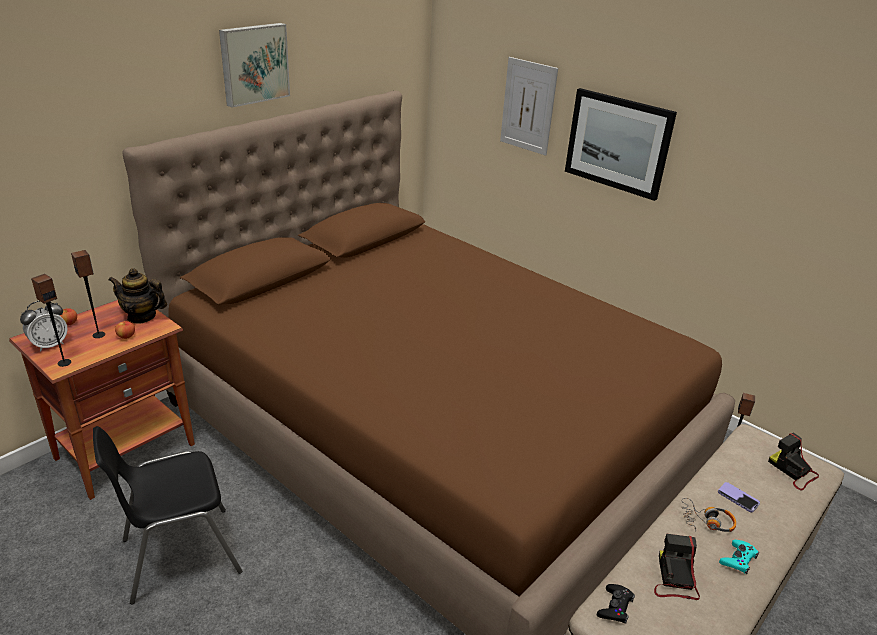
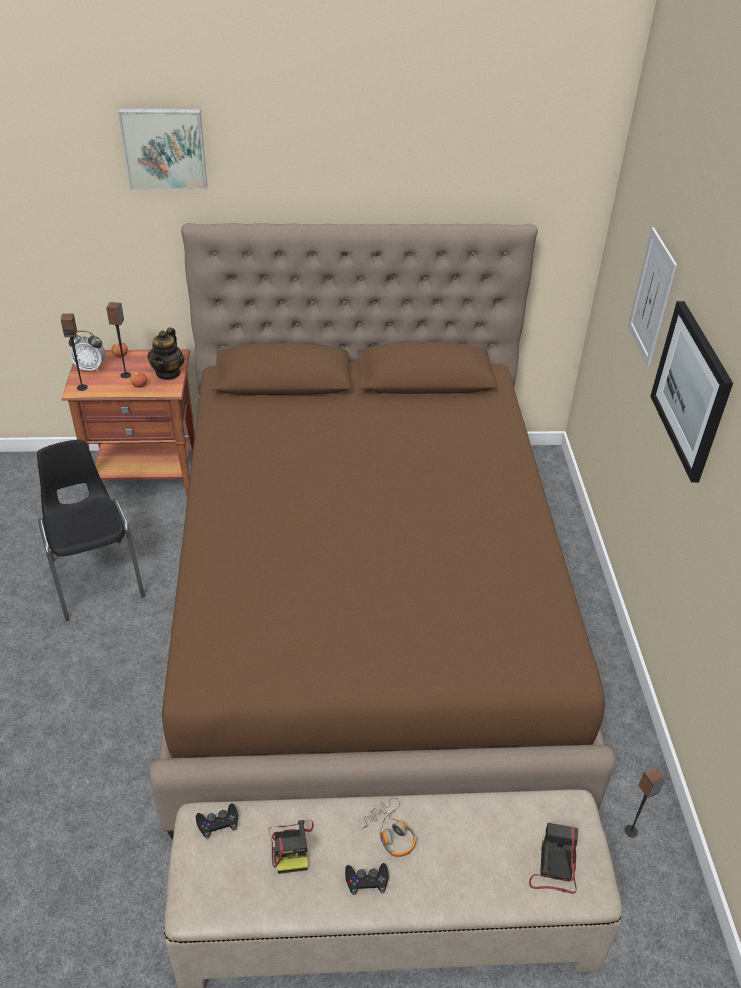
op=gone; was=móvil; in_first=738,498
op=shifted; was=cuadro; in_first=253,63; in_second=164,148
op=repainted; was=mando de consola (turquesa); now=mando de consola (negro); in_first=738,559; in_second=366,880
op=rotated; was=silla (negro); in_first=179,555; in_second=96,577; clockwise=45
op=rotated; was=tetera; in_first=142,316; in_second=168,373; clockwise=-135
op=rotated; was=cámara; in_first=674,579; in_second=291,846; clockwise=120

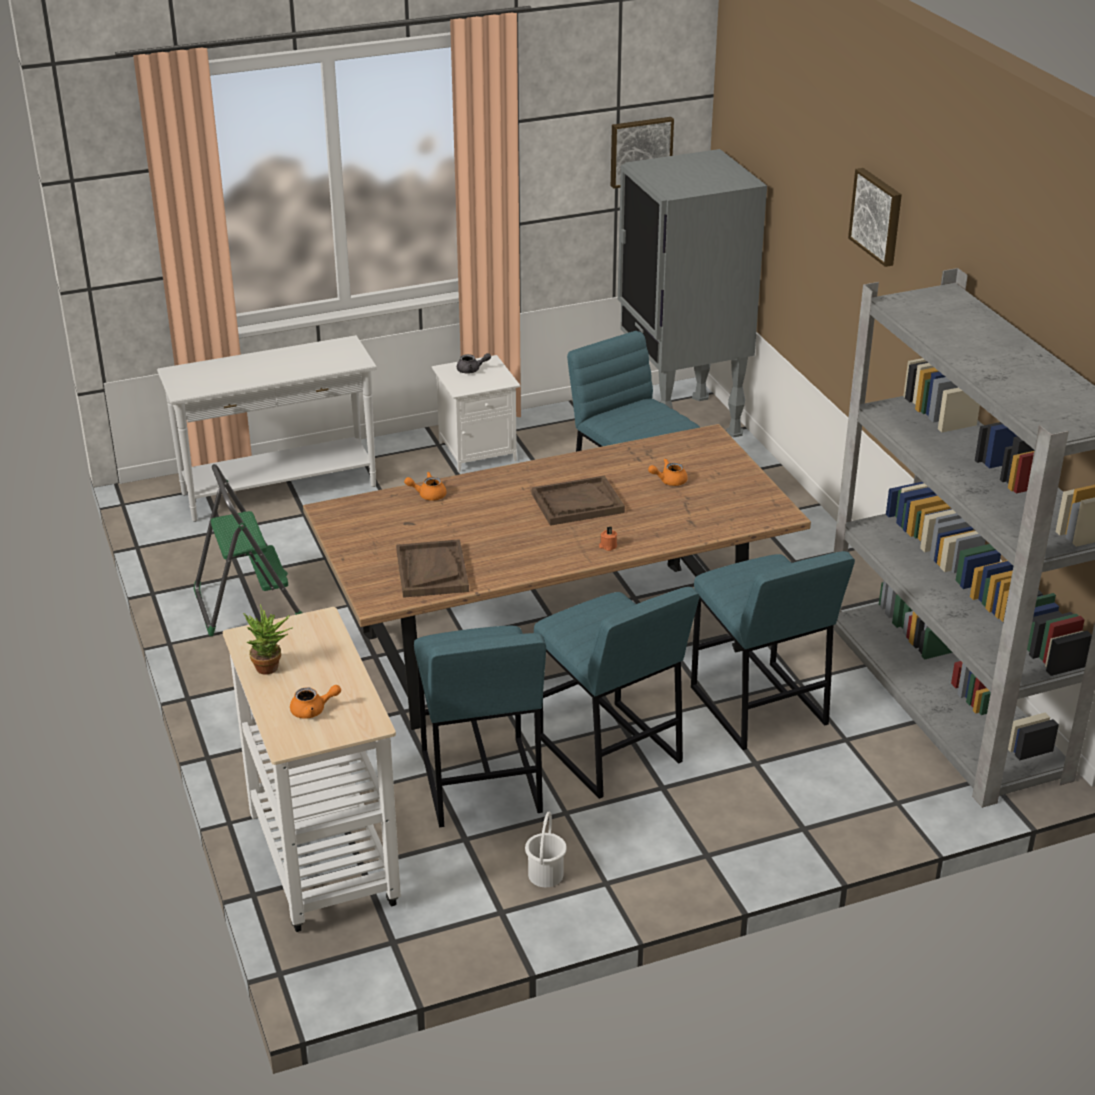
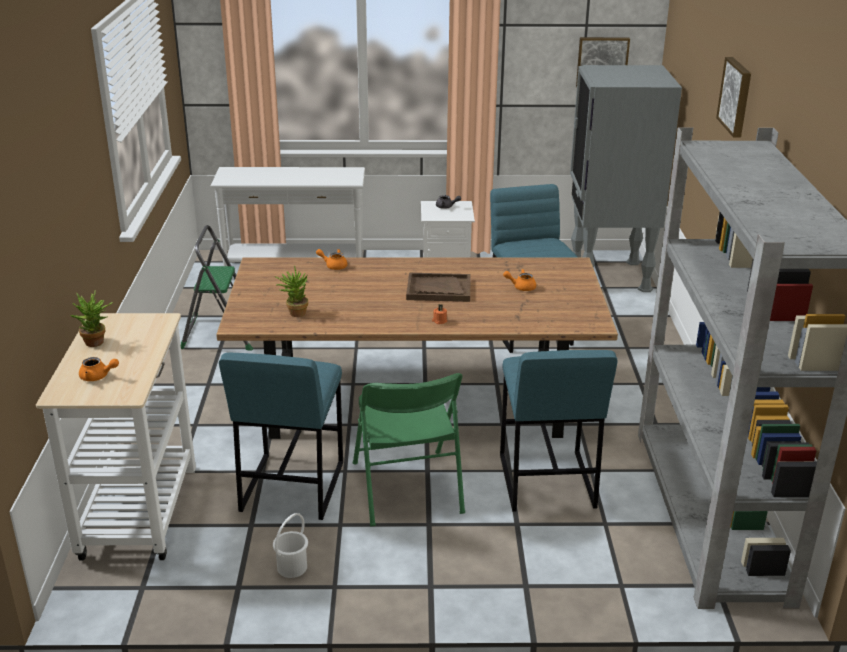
op=swapped; was=bandeja (marrón); now=planta en maceta; in_first=431,571; in_second=294,313
op=swapped; was=taburete (azul); now=silla (verde); in_first=611,751; in_second=406,487

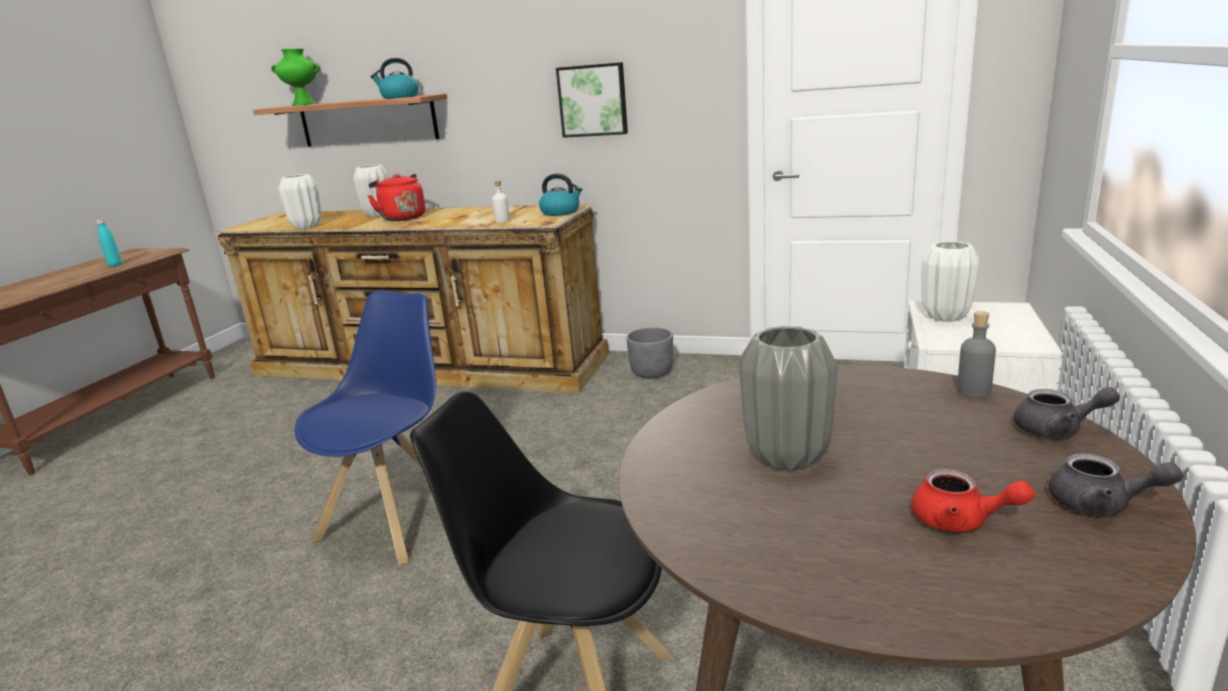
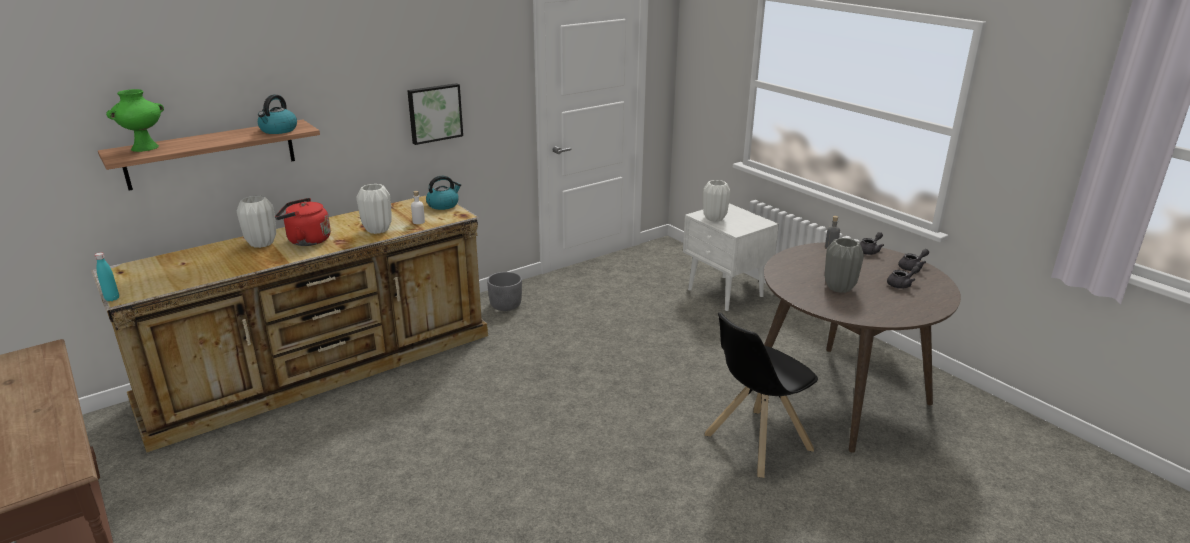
op=gone; was=silla (azul); in_first=397,518
op=shifted; was=botella (turquesa); in_first=115,265; in_second=112,299
op=shifted; was=florero (blanco); in_first=307,226; in_second=377,230
op=repainted; was=tetera (rojo); now=tetera (gris); in_first=960,521; in_second=902,284

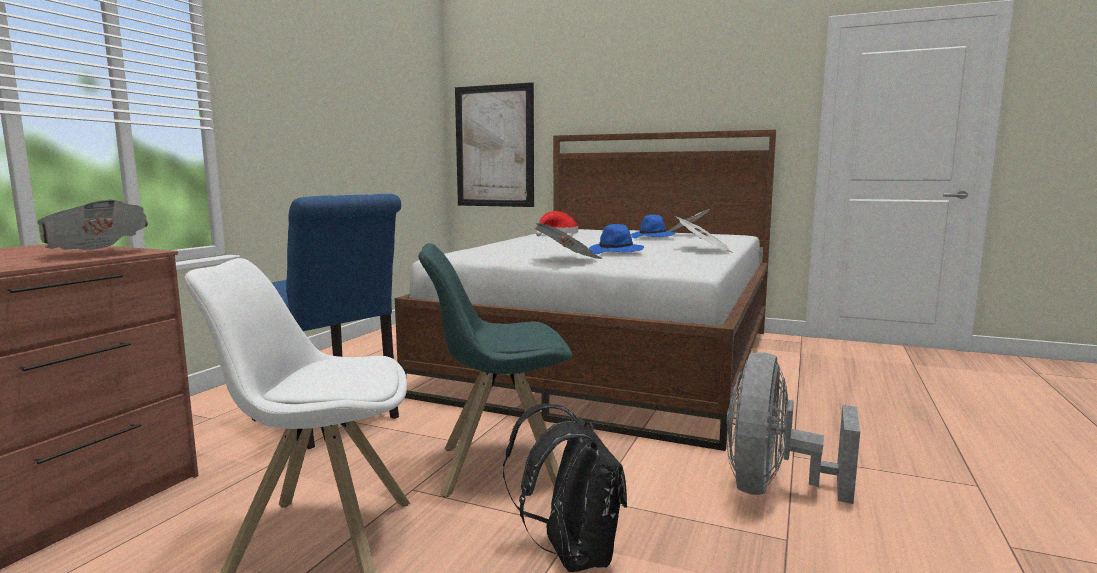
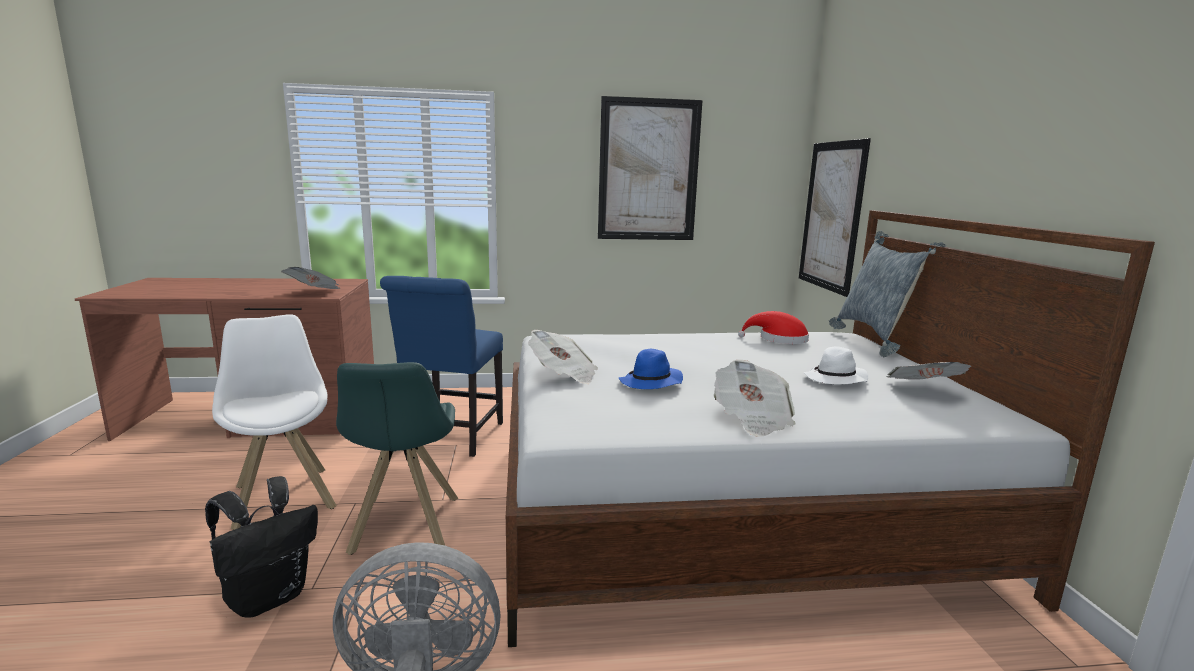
op=new; now=cuadro; in_second=648,170
op=new; now=cojín; in_second=875,344
op=repainted; was=sombrero (azul); now=sombrero (blanco); in_first=653,237; in_second=835,379
op=rotated; was=silla (turquesa); in_first=499,467; in_second=404,524; clockwise=-150

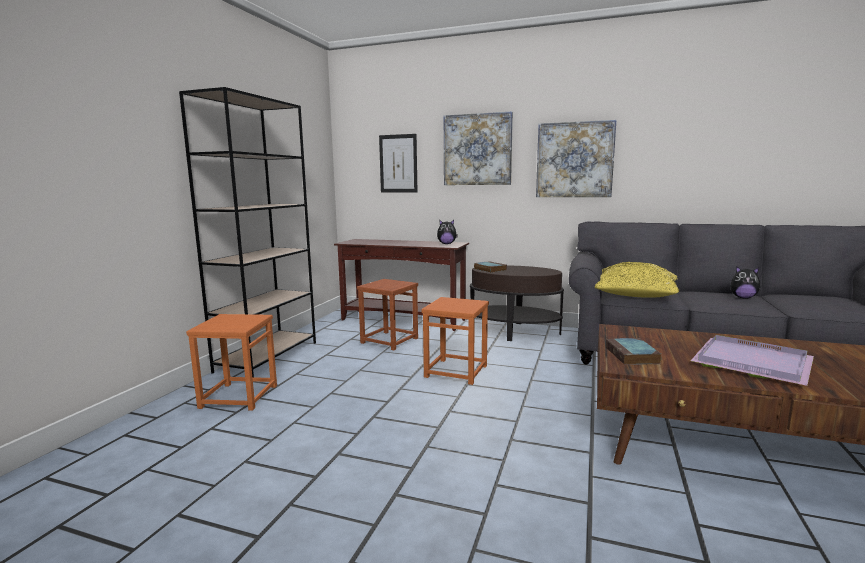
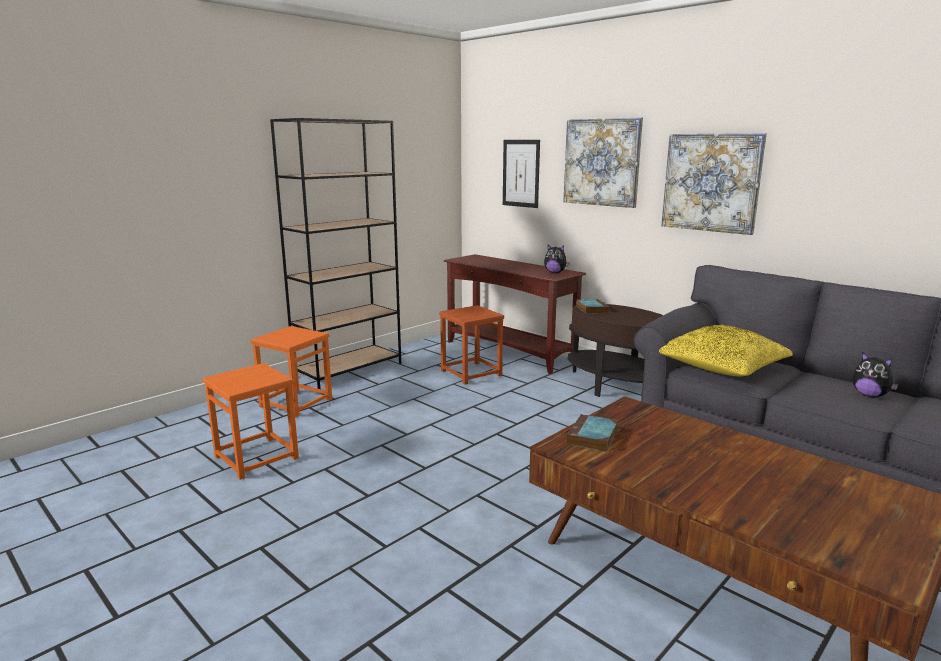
op=gone; was=bandeja (morado); in_first=749,362
op=shifted; was=taburete (naranja); in_first=456,371; in_second=257,457

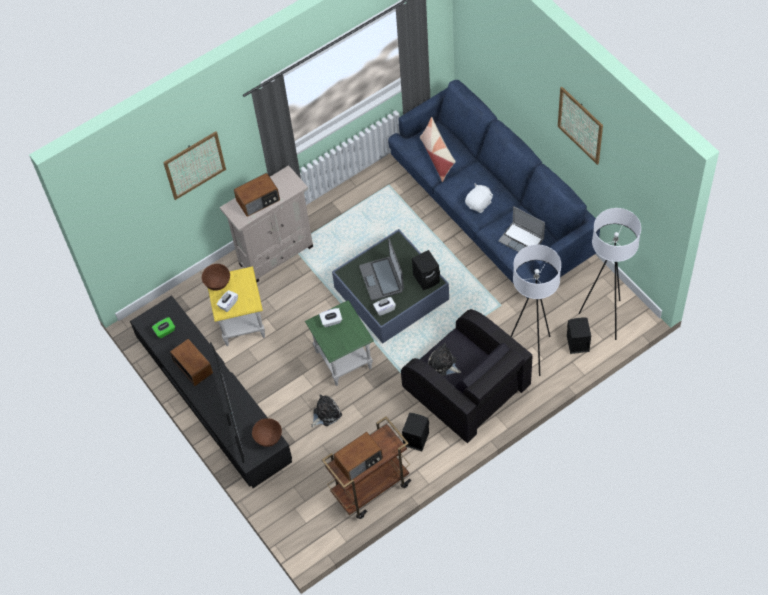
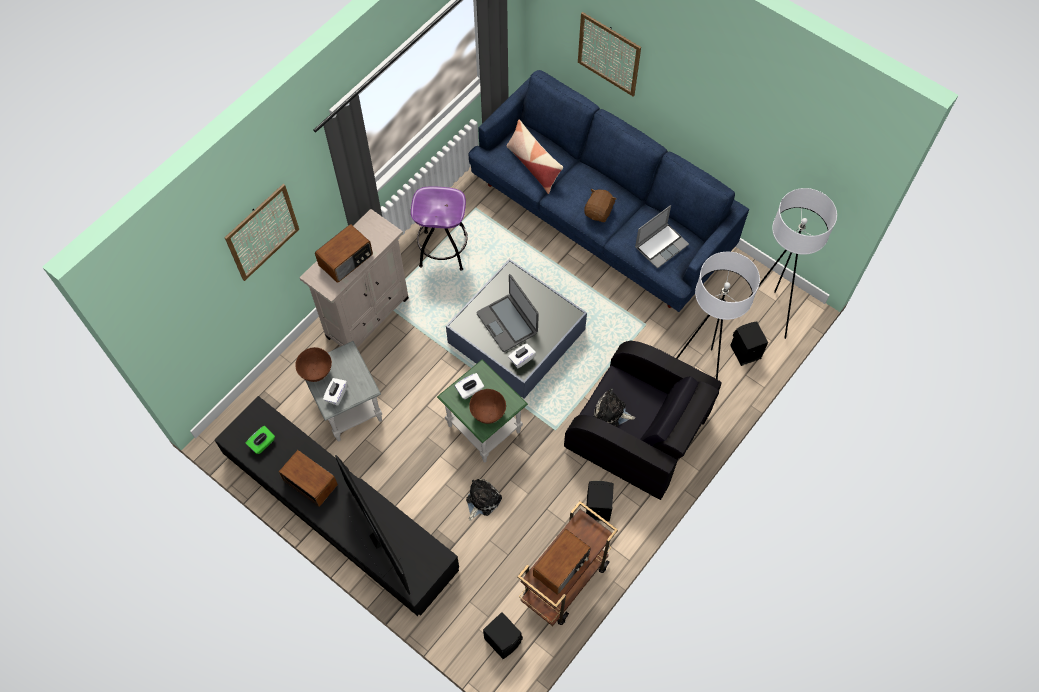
op=new; now=taburete (morado); in_second=444,250
op=shifted; was=cuenco (marrón); in_first=269,439; in_second=488,413
op=shifted; was=altavoz (negro); in_first=427,278; in_second=504,640
op=shifted; was=cuadro; in_first=580,124; in_second=609,53
op=repainted; was=mesa auxiliar (amarillo); now=mesa auxiliar (gris); in_first=241,323; in_second=348,408
op=repainted; was=peluche (blanco); now=peluche (marrón); in_first=479,204; in_second=599,212
op=rotated; was=portátil; in_first=522,240; in_second=661,245; clockwise=-60

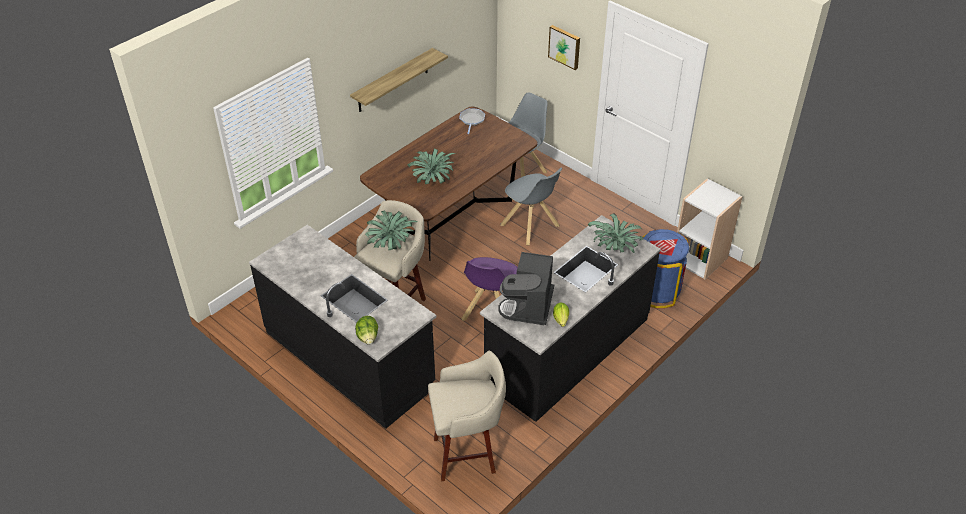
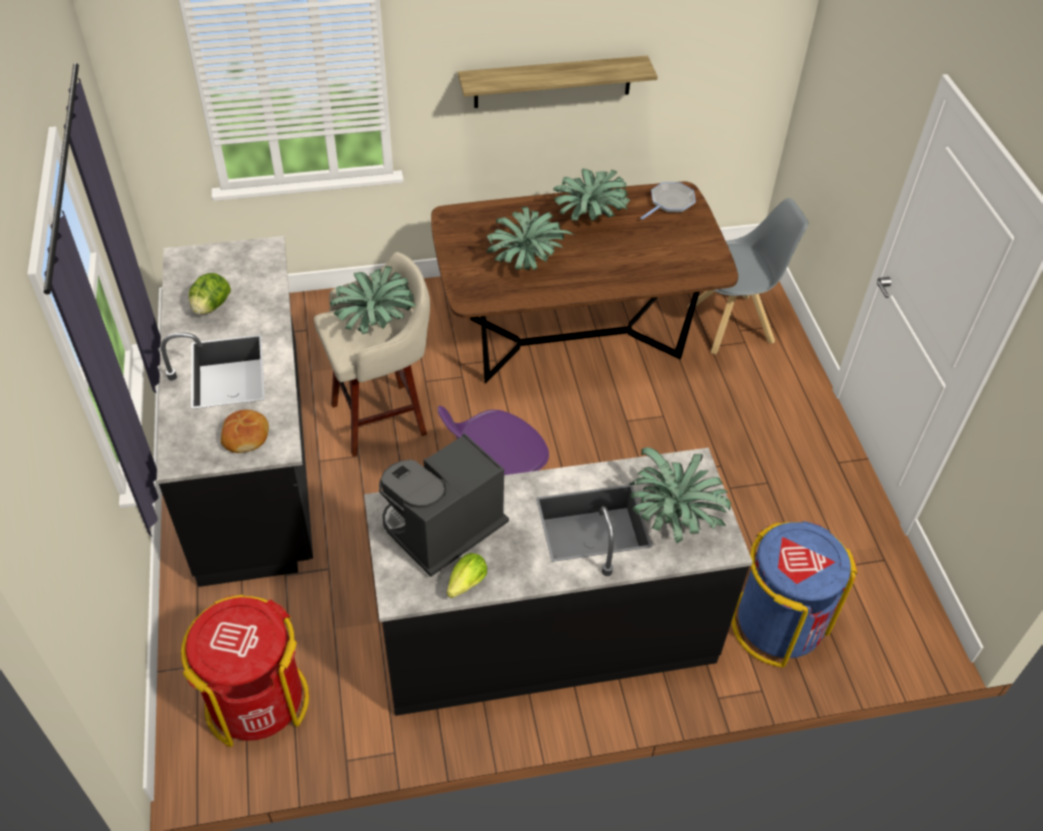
op=gone; was=silla (gris); in_first=531,226
op=gone; was=cuadro; in_first=565,46
op=gone; was=estantería; in_first=700,259
op=new; now=pan; in_second=246,436
op=new; now=planta en maceta; in_second=589,217
op=shifted; was=lechuga; in_first=368,337; in_second=211,307
op=swapped; was=taburete (beis); now=papelera (rojo); in_first=467,455; in_second=257,700

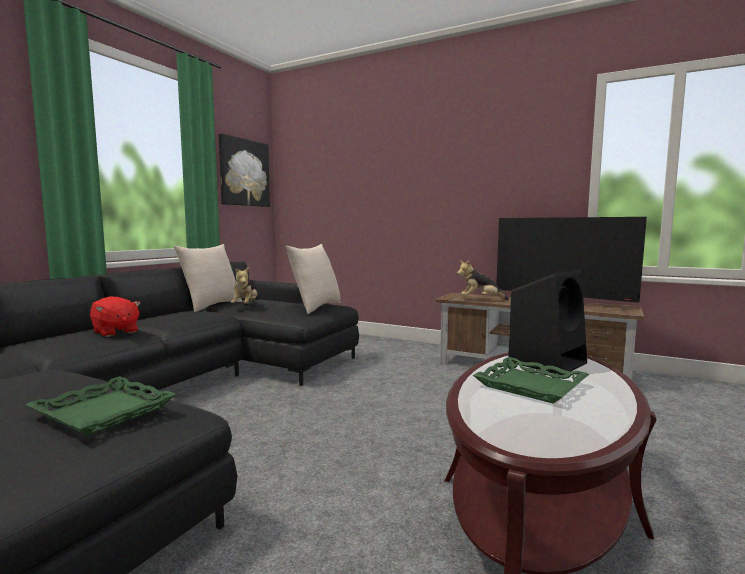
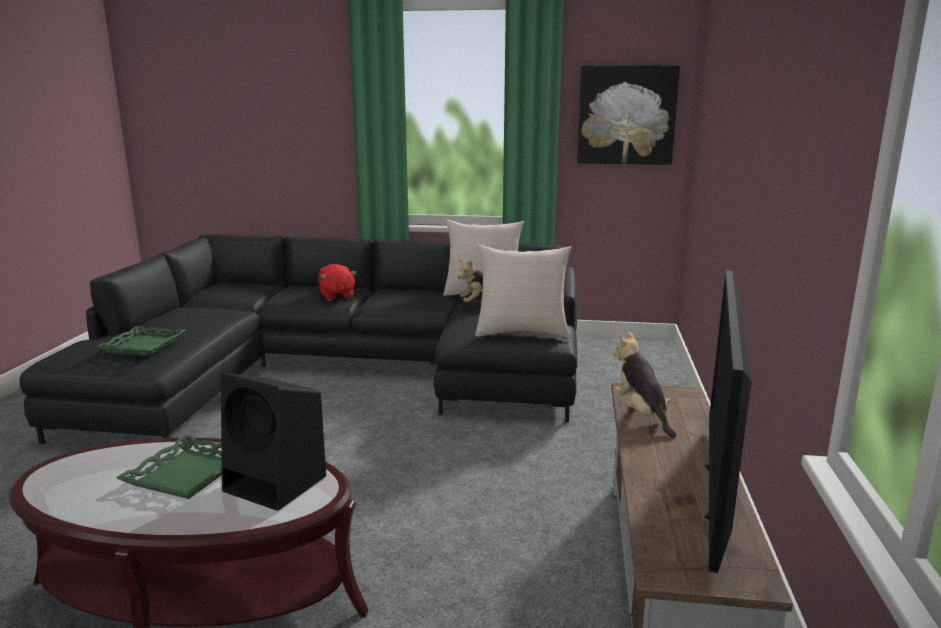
op=rotated; was=peluche (rojo); in_first=115,332; in_second=336,296; clockwise=-45

